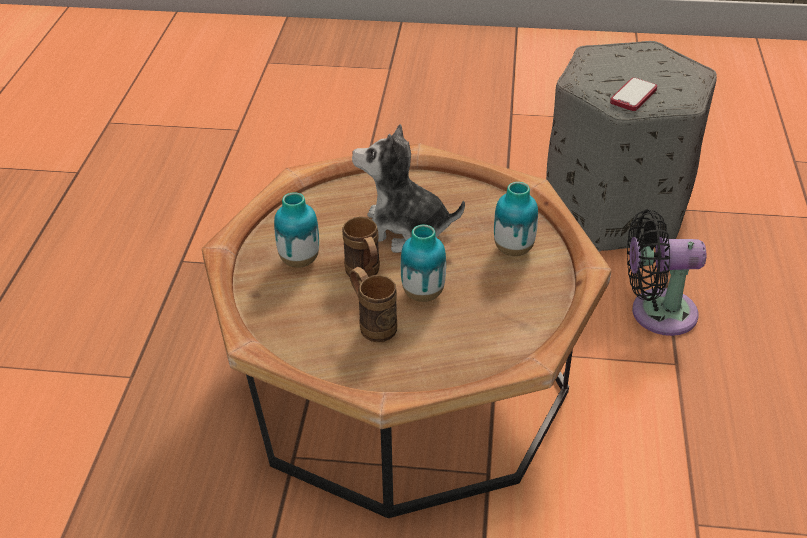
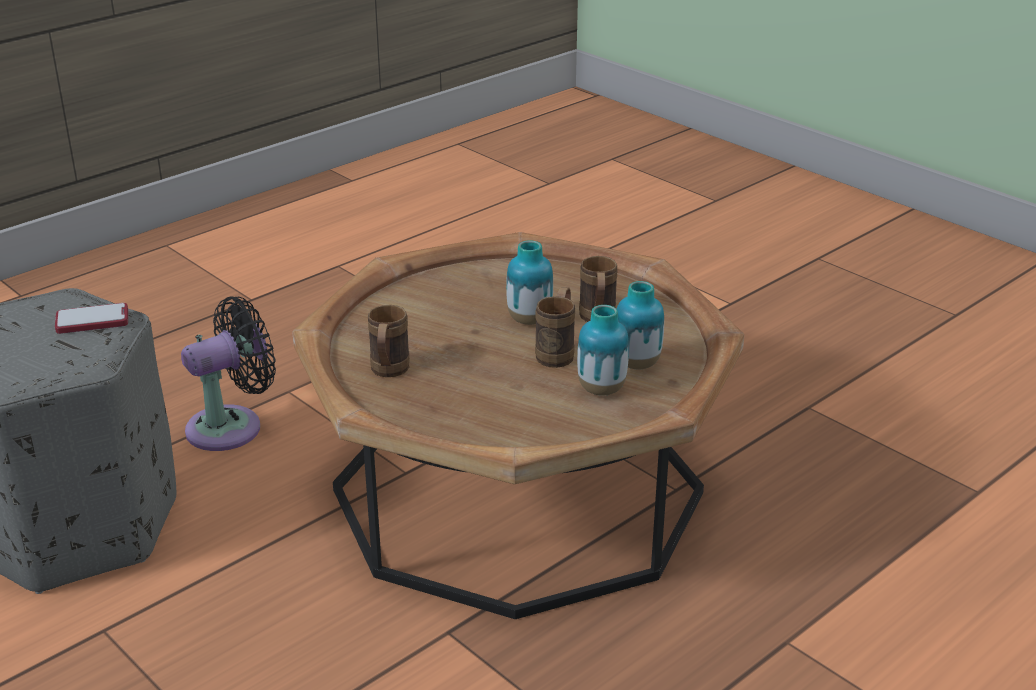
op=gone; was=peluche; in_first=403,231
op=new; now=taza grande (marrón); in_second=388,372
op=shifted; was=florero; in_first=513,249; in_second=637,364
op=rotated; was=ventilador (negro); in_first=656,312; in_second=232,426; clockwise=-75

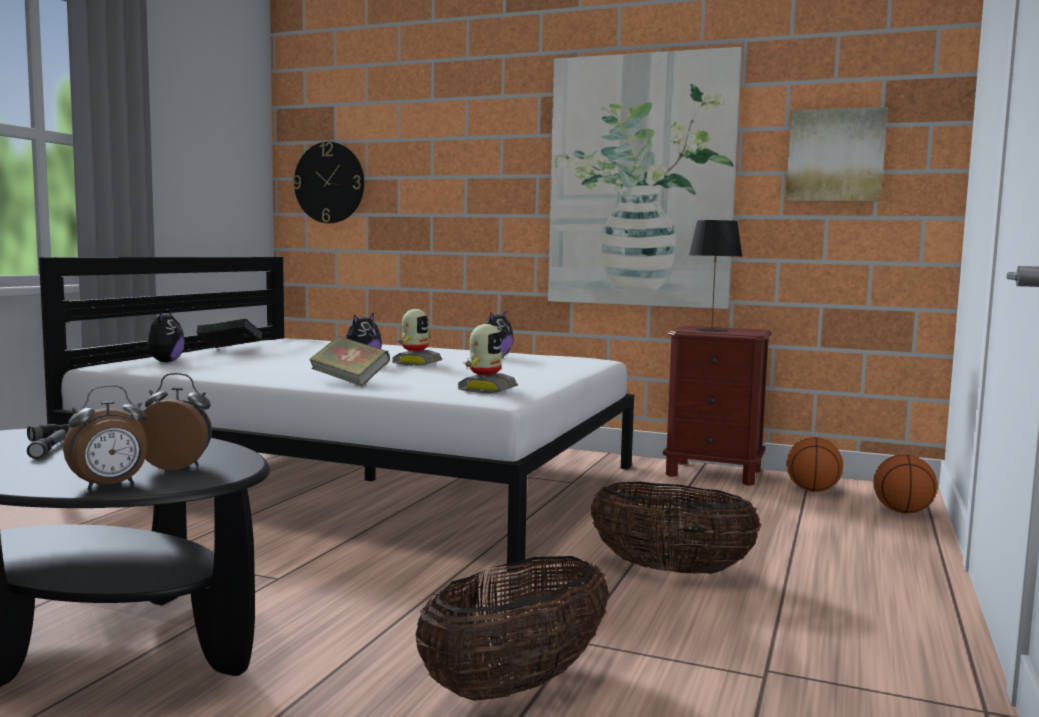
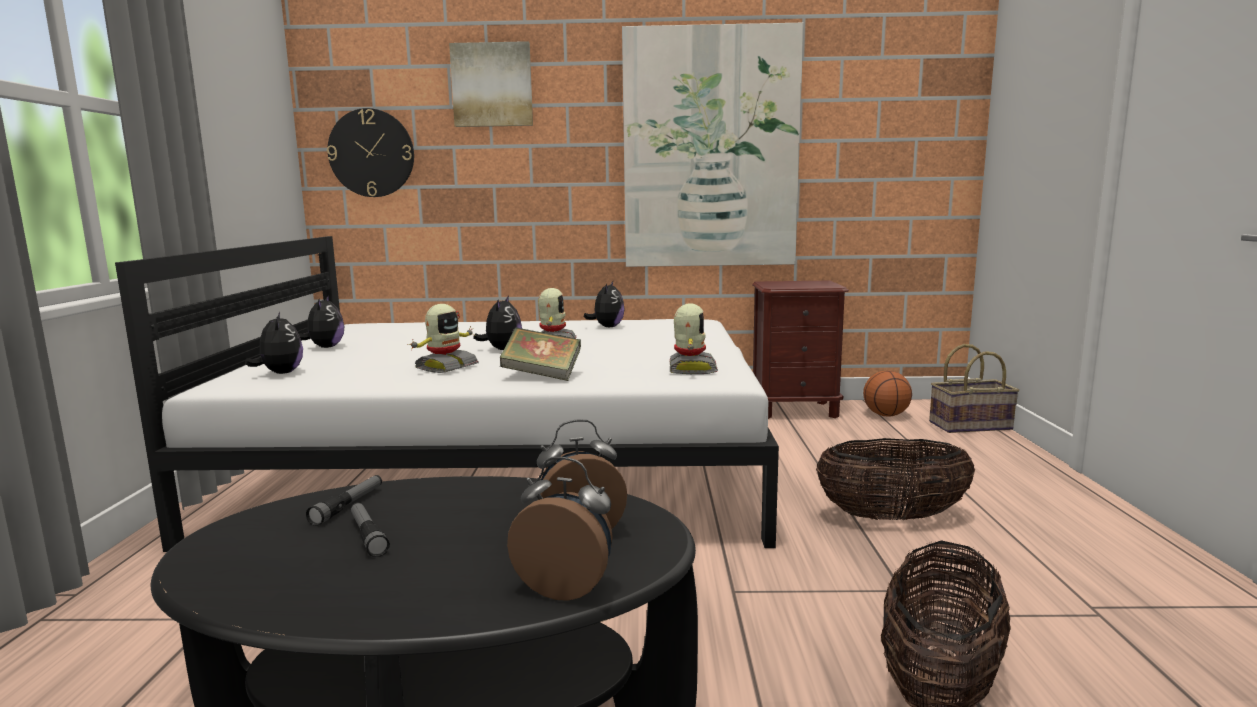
op=gone; was=lámpara de mesa (negro); in_first=712,330
op=new; now=robot de juguete; in_second=445,367
op=shifted; was=cuadro; in_first=835,155; in_second=492,85
op=swapped; was=libro; now=peluche; in_first=230,350; in_second=325,347
op=swapped; was=balón de baloncesto; now=cesta; in_first=902,512; in_second=970,425
op=rotated; was=despertador; in_first=110,486; in_second=567,587; clockwise=-105

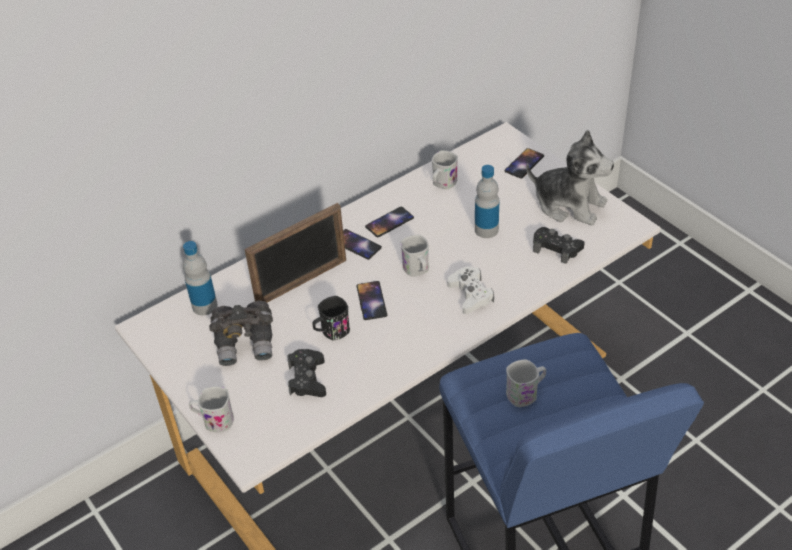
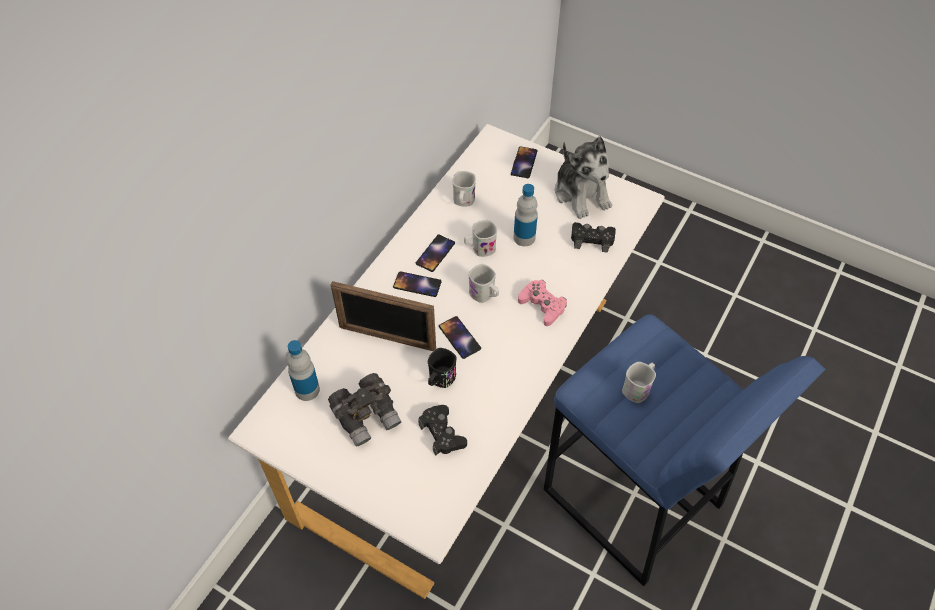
op=shifted; was=taza grande (blanco); in_first=214,421; in_second=479,249
op=repainted; was=mando de consola (blanco); now=mando de consola (rosa); in_first=470,294; in_second=542,305
op=rotated; was=portarretratos; in_first=302,282; in_second=387,338; clockwise=75
op=rotated; was=peluche; in_first=569,204; in_second=581,193; clockwise=60

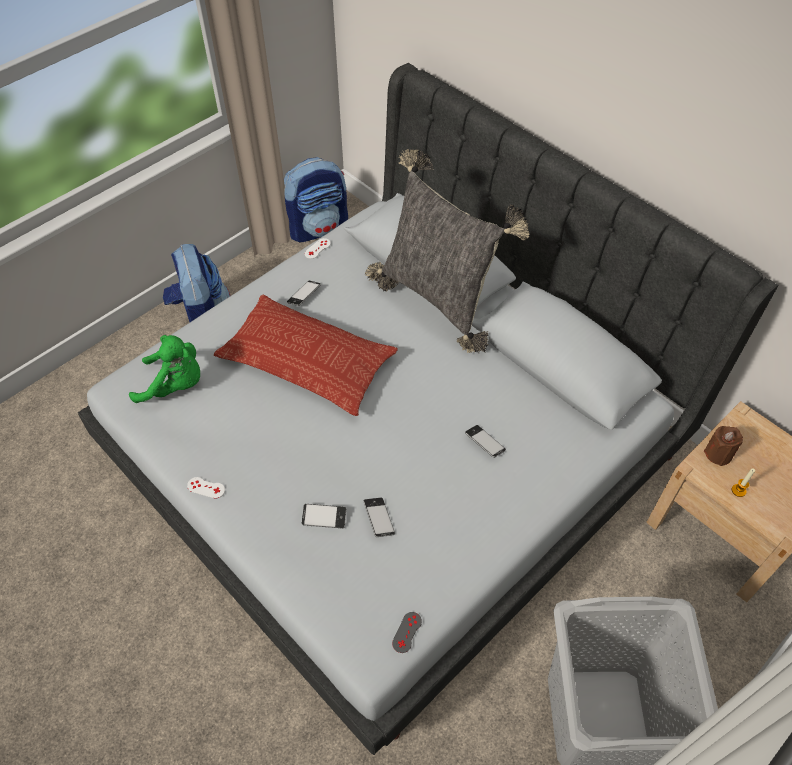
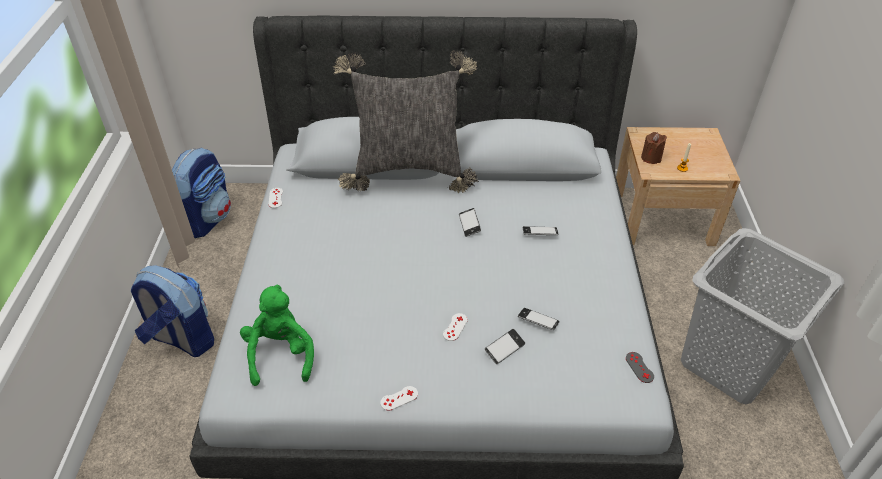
op=gone; was=cojín; in_first=307,361
op=new; now=mando de consola (blanco); in_second=455,327
op=shifted; was=móvil; in_first=304,295; in_second=469,224
op=rotated; was=peluche (verde); in_first=175,385; in_second=281,354; clockwise=-60

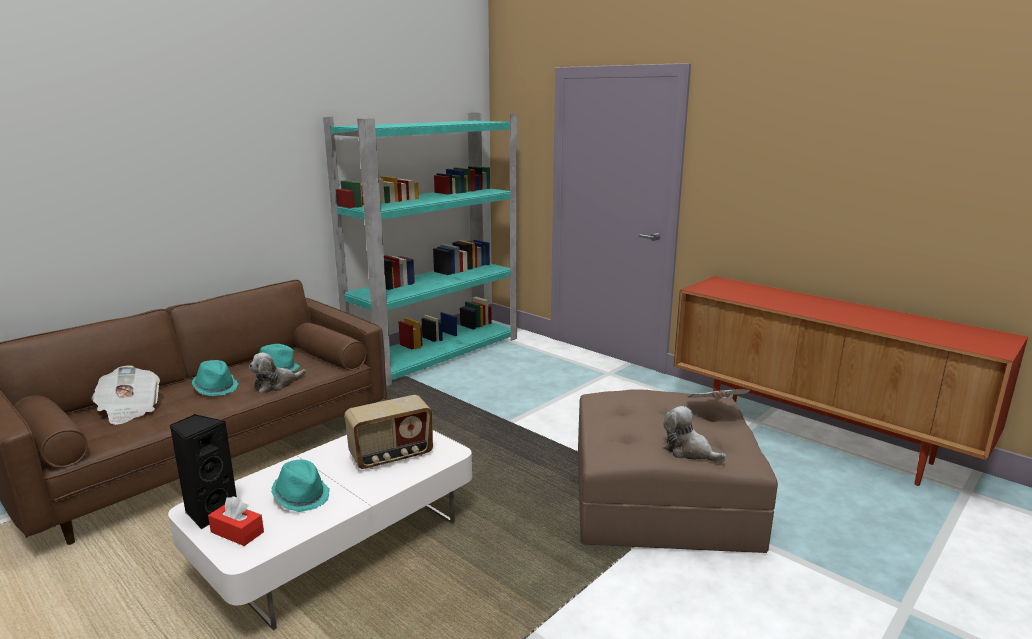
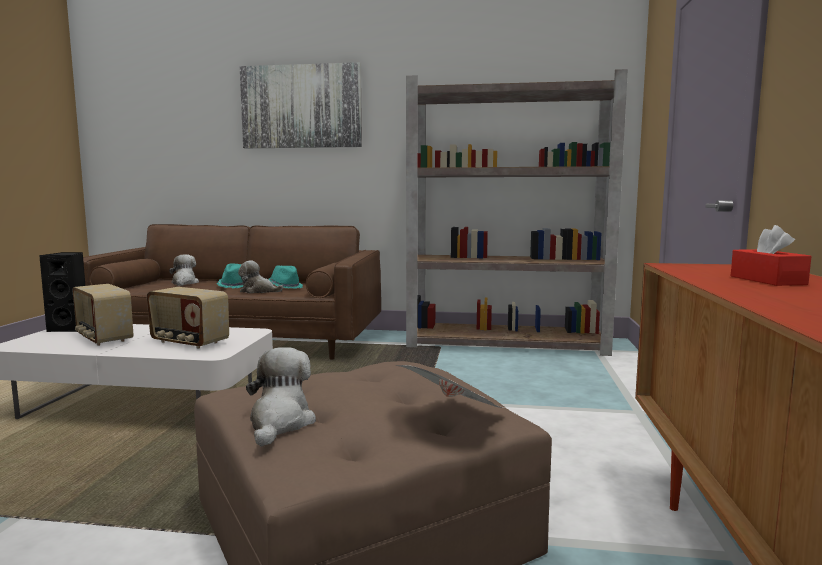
op=new; now=cuadro; in_second=301,107
op=shifted; was=caja de pañuelos (rojo); in_first=237,532; in_second=767,280
op=swapped; was=periódico; now=peluche; in_first=129,410; in_second=184,283
op=swapped; was=sombrero (turquesa); now=radio; in_first=301,496; in_second=103,338
op=repainted; was=estantería (turquesa); now=estantería (marrón); in_first=436,353; in_second=506,343

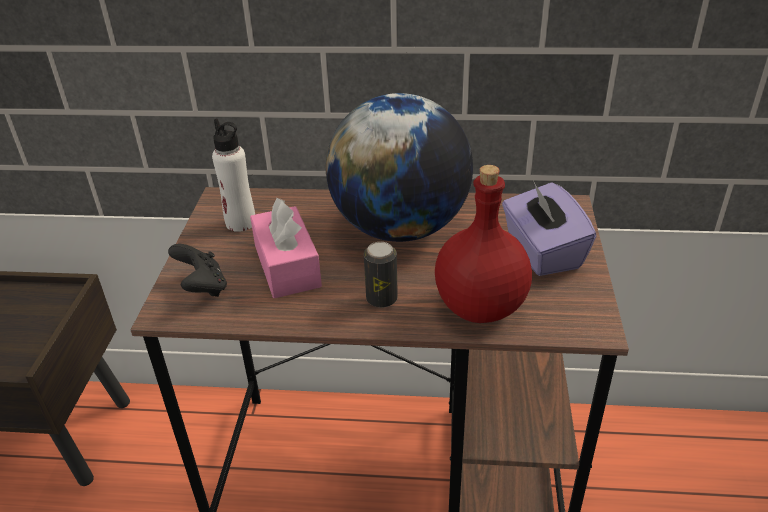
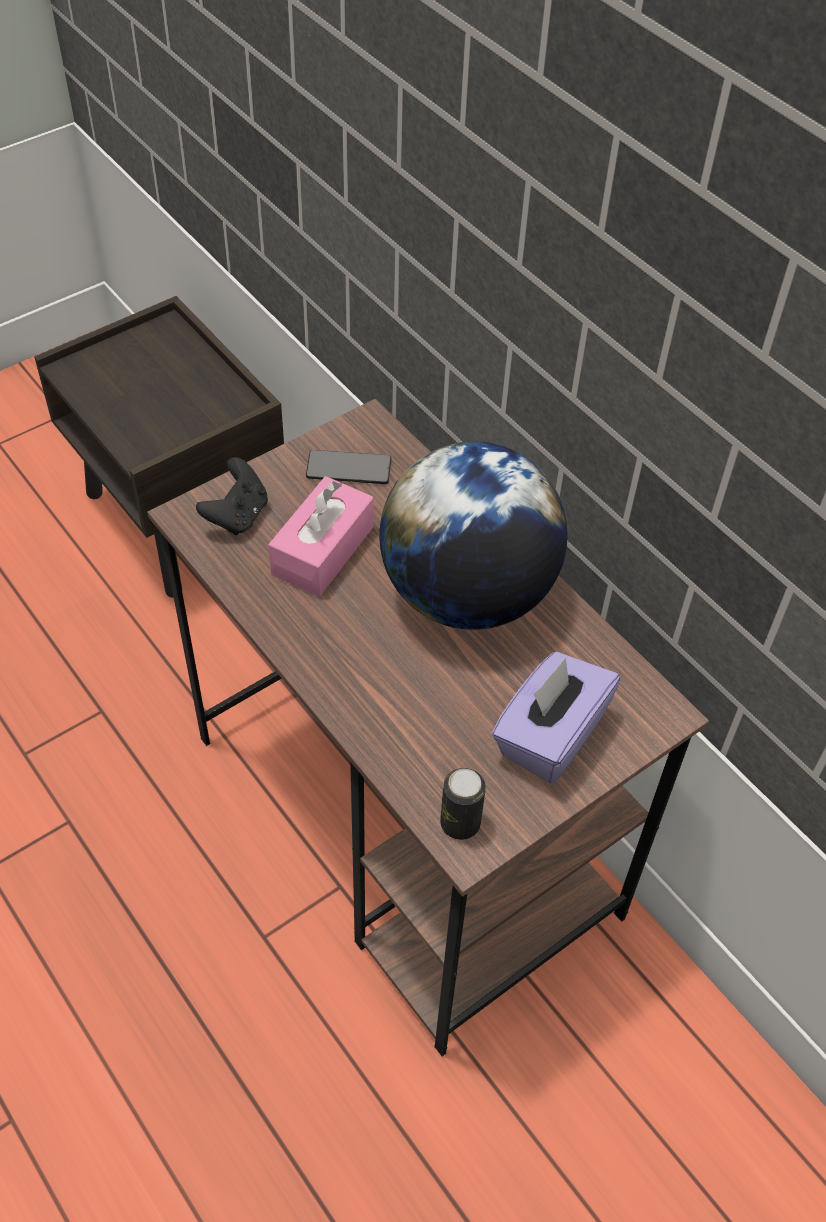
op=gone; was=botella (rojo); in_first=478,307
op=shifted; was=lata; in_first=381,299; in_second=460,823
op=swapped; was=botella (blanco); now=móvil; in_first=241,223; in_second=348,468

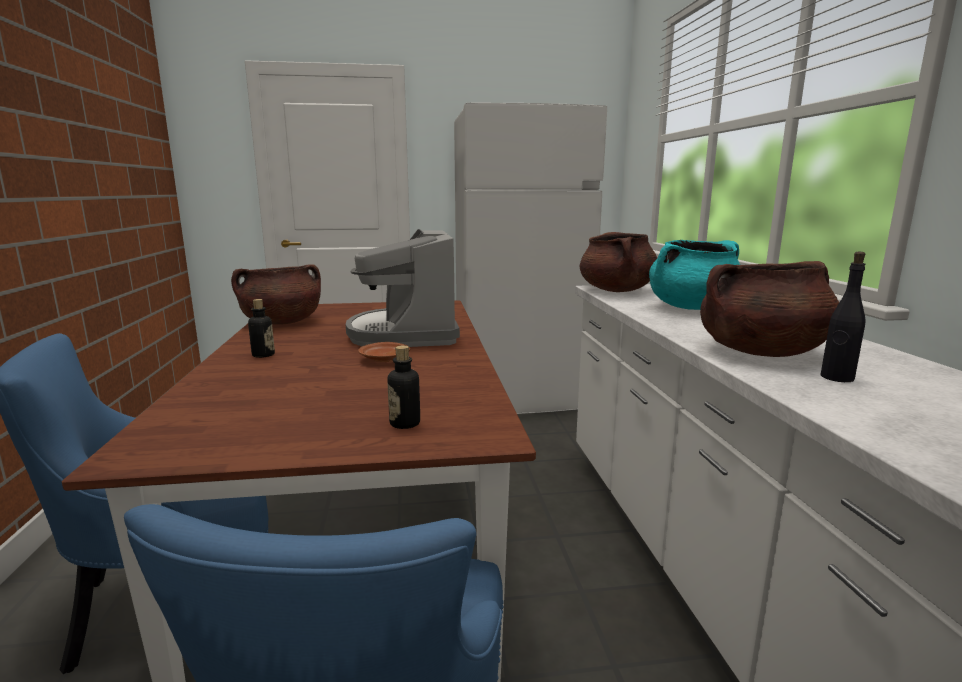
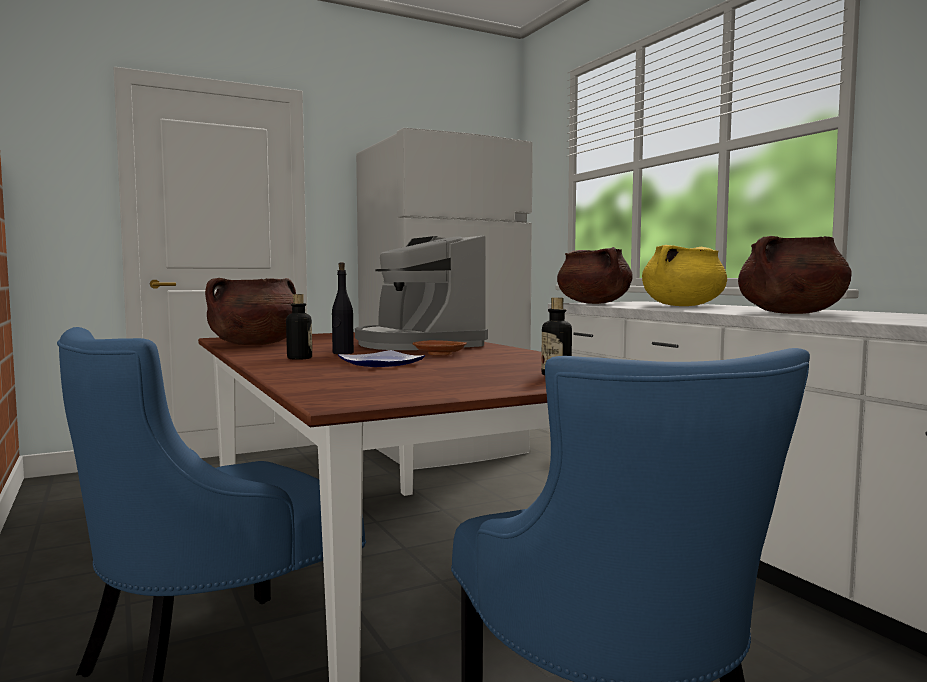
op=new; now=plato; in_second=381,363
op=shifted; was=botella (negro); in_first=837,378; in_second=342,353
op=repainted; was=olla (turquesa); now=olla (amarillo); in_first=692,308; in_second=683,306

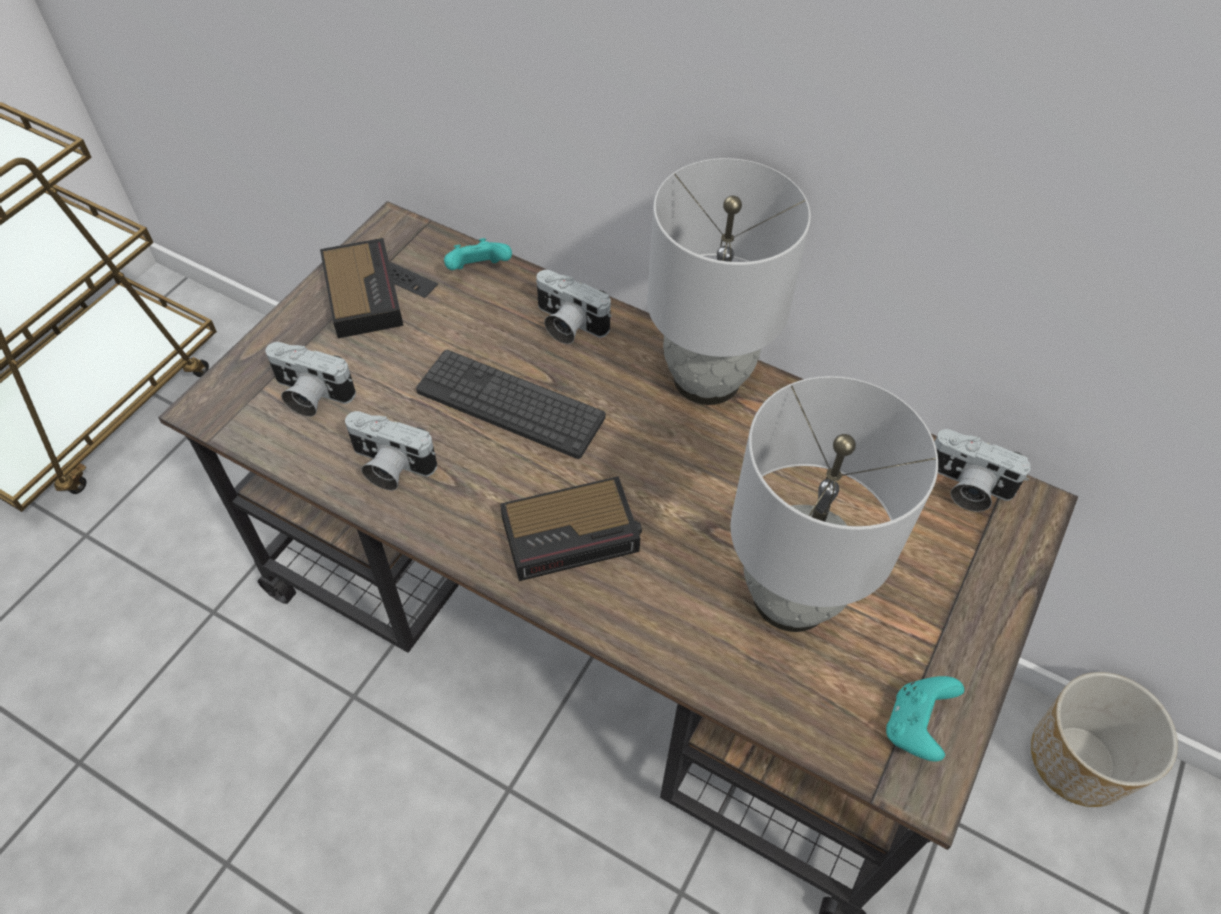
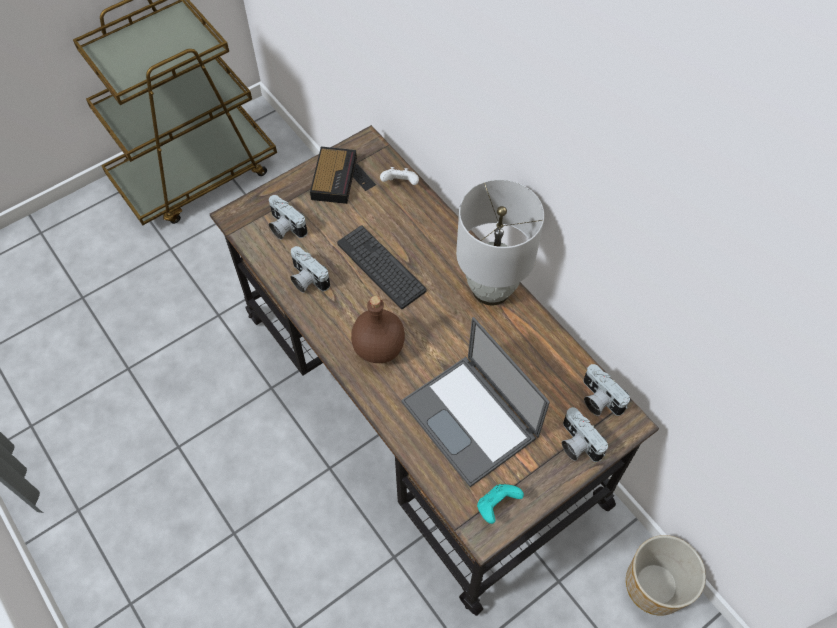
op=shifted; was=cámara; in_first=567,325; in_second=576,443
op=swapped; was=despertador; now=botella (marrón); in_first=573,533; in_second=379,347
op=swapped; was=lámpara de mesa (blanco); now=portátil; in_first=792,596; in_second=471,420
op=repainted; was=mando de consola (turquesa); now=mando de consola (blanco); in_first=478,271; in_second=400,184

